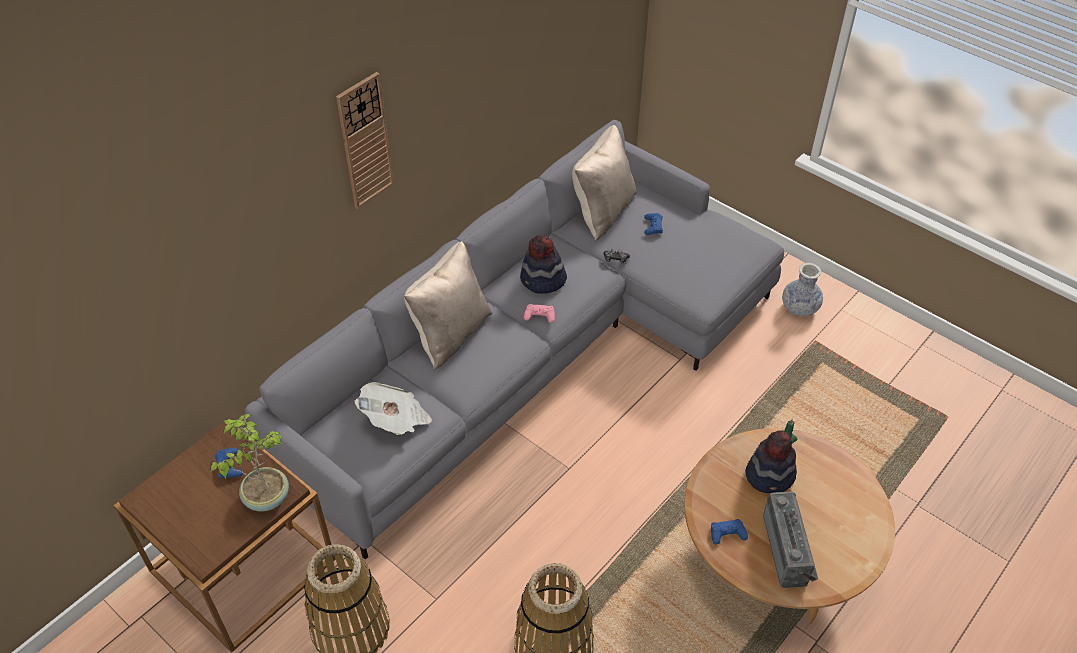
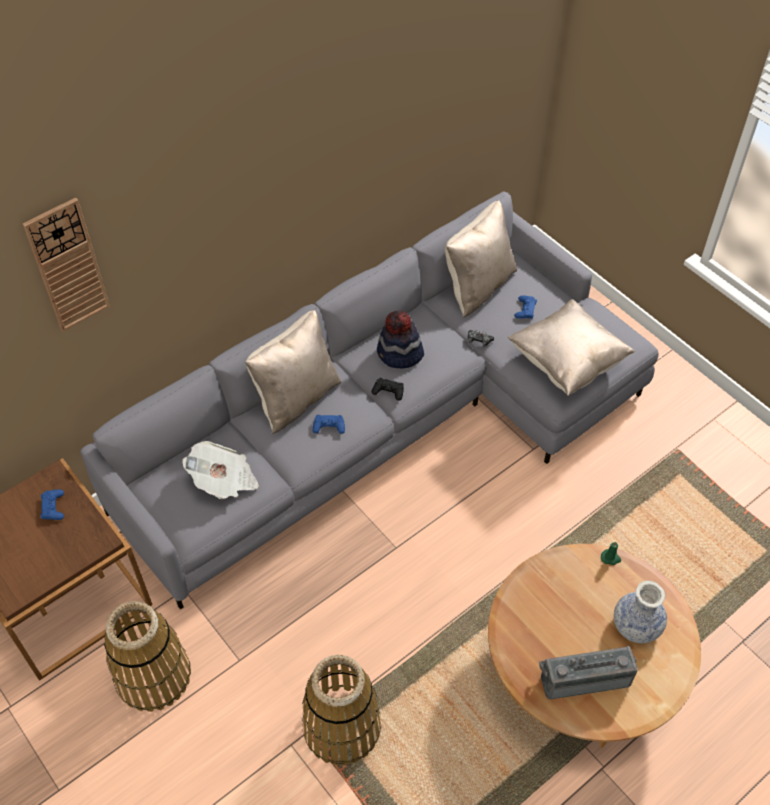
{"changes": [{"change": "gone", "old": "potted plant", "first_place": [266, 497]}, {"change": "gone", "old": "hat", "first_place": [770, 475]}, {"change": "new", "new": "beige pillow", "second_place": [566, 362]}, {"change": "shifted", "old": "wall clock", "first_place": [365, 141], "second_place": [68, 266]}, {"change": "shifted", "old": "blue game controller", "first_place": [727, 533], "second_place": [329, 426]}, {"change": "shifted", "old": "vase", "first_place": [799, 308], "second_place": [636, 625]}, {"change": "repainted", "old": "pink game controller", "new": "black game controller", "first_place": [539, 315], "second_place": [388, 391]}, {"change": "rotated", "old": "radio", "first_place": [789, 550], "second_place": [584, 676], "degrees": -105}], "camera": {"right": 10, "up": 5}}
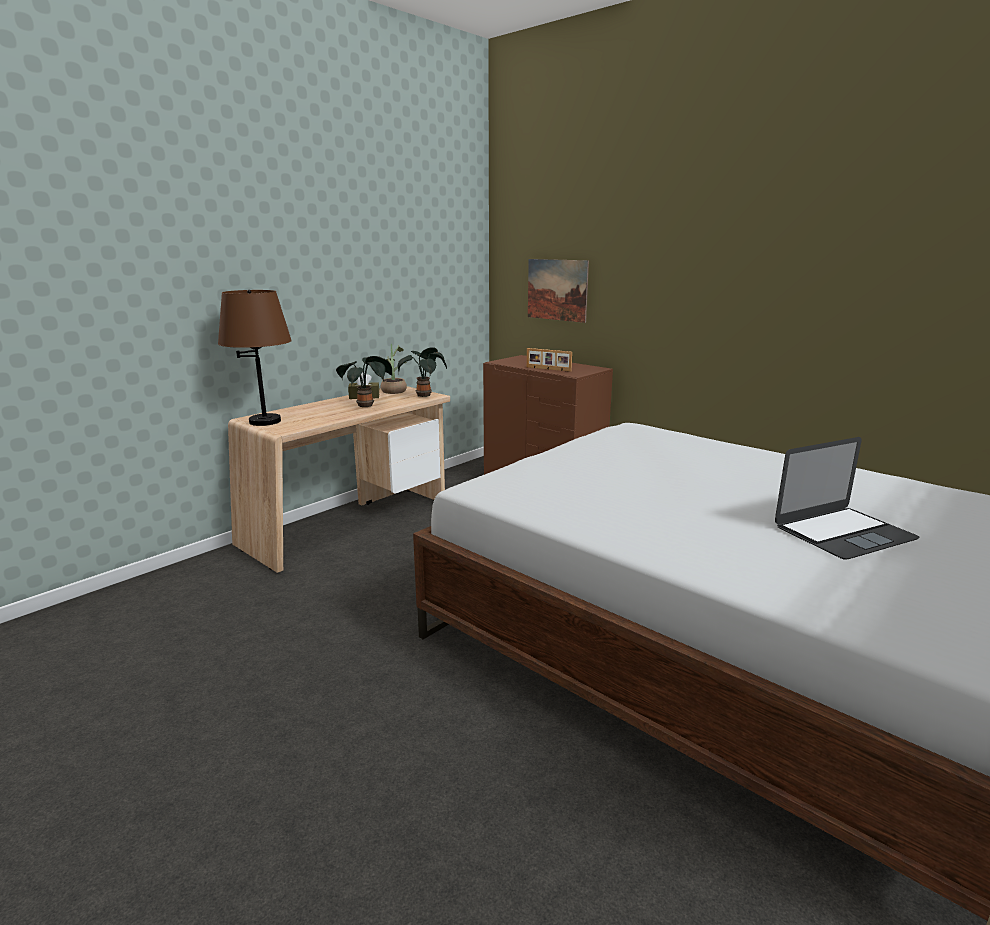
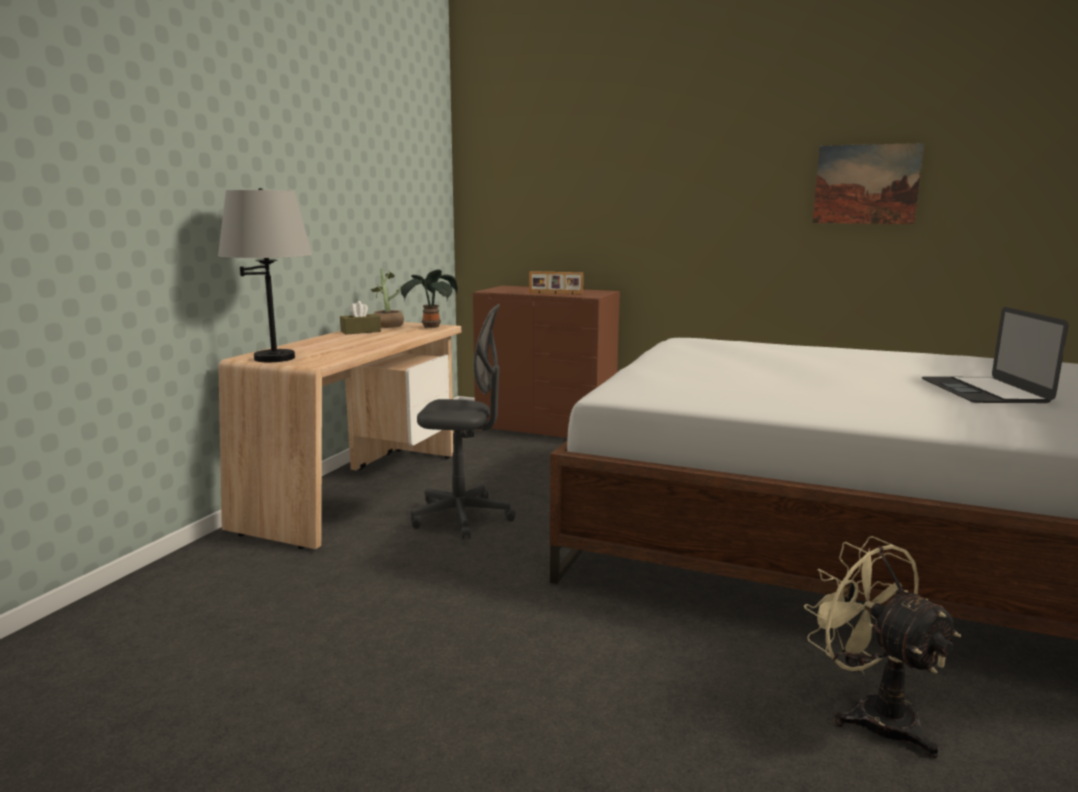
{"changes": [{"change": "gone", "old": "potted plant", "first_place": [367, 405]}, {"change": "new", "new": "grey office chair", "second_place": [462, 517]}, {"change": "new", "new": "beige fan", "second_place": [872, 714]}, {"change": "shifted", "old": "picture", "first_place": [557, 290], "second_place": [866, 184]}, {"change": "repainted", "old": "brown table lamp", "new": "grey table lamp", "first_place": [265, 421], "second_place": [275, 358]}, {"change": "rotated", "old": "laptop", "first_place": [844, 532], "second_place": [984, 391], "degrees": 135}], "camera": {"right": -20, "up": -5}}
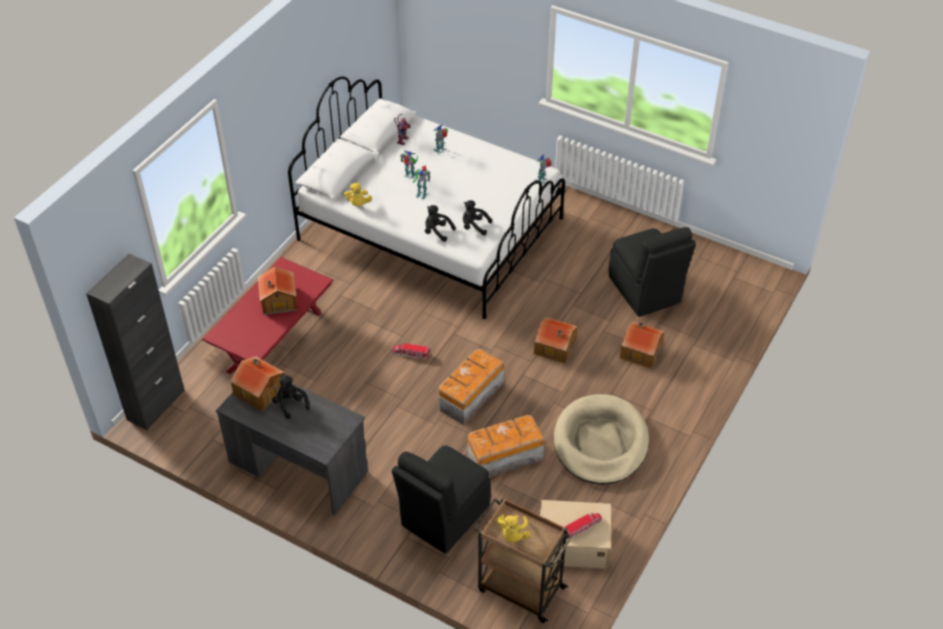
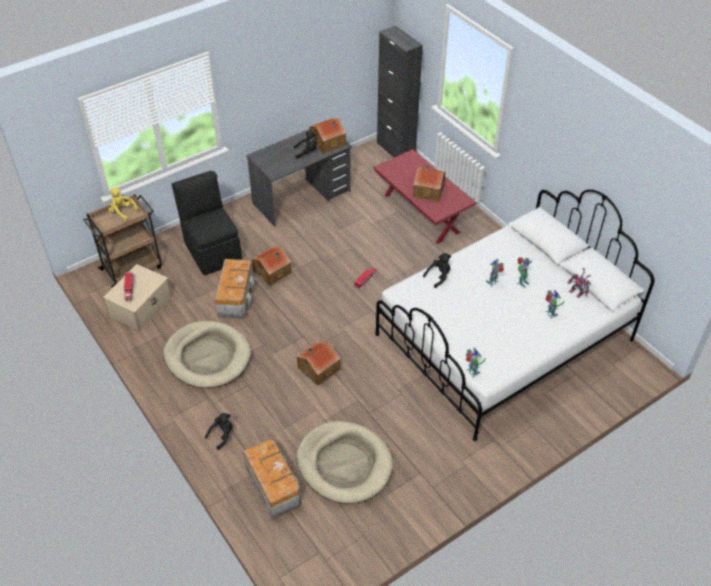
{"changes": [{"change": "gone", "old": "yellow plush toy", "first_place": [358, 203]}, {"change": "shifted", "old": "storage box", "first_place": [470, 397], "second_place": [273, 485]}, {"change": "shifted", "old": "black plush toy", "first_place": [474, 226], "second_place": [222, 435]}, {"change": "shifted", "old": "toy house", "first_place": [640, 351], "second_place": [273, 272]}, {"change": "swapped", "old": "black chair", "new": "beige dog bed", "first_place": [645, 291], "second_place": [344, 464]}], "camera": {"right": 115, "up": 0}}
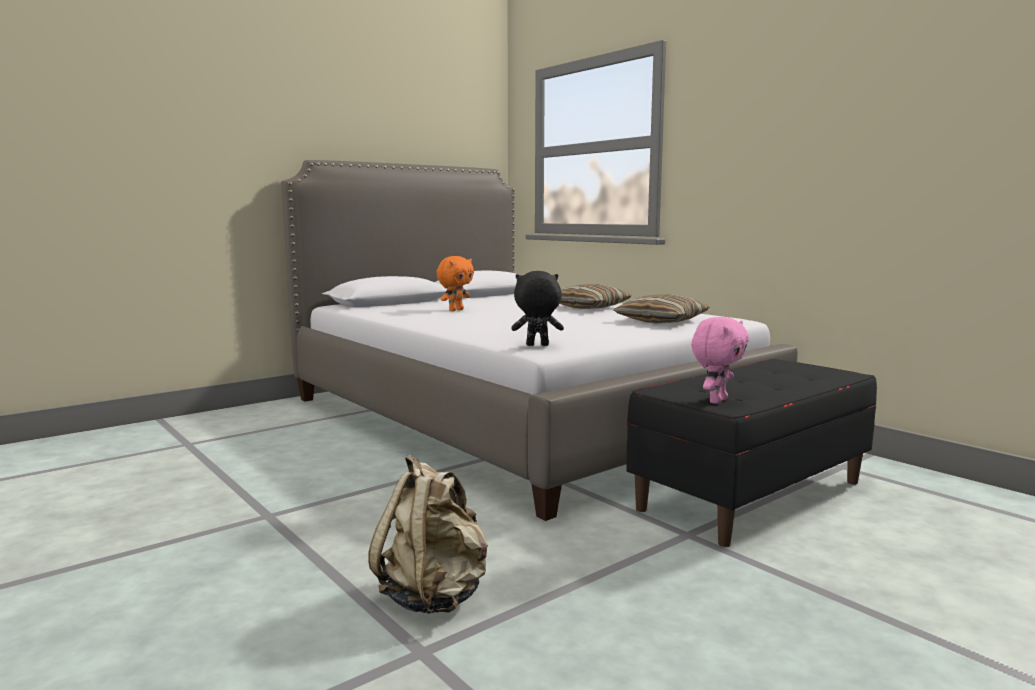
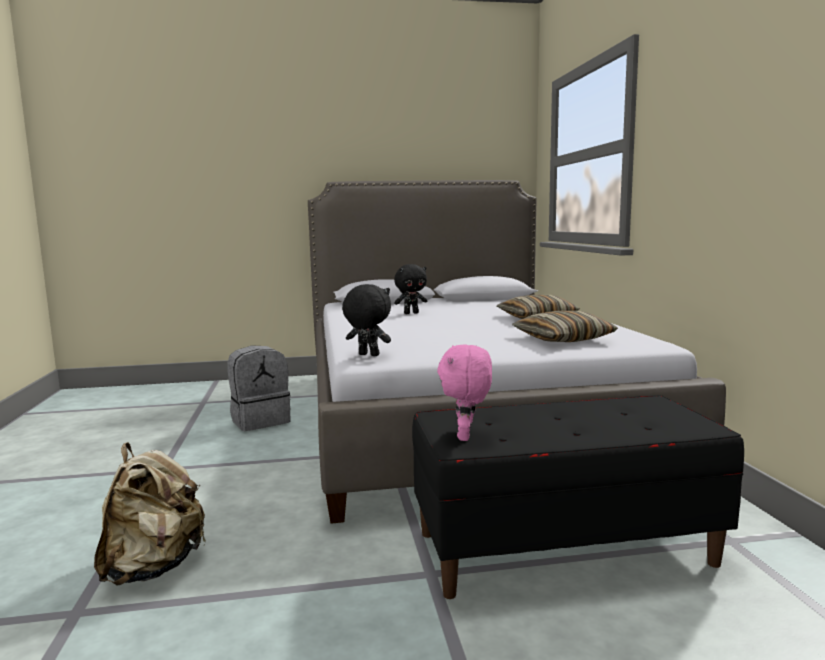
{"changes": [{"change": "new", "new": "grey backpack", "second_place": [260, 421]}, {"change": "repainted", "old": "orange plush toy", "new": "black plush toy", "first_place": [455, 310], "second_place": [411, 313]}, {"change": "rotated", "old": "pink plush toy", "first_place": [716, 401], "second_place": [466, 436], "degrees": 120}], "camera": {"right": 30, "up": 0}}
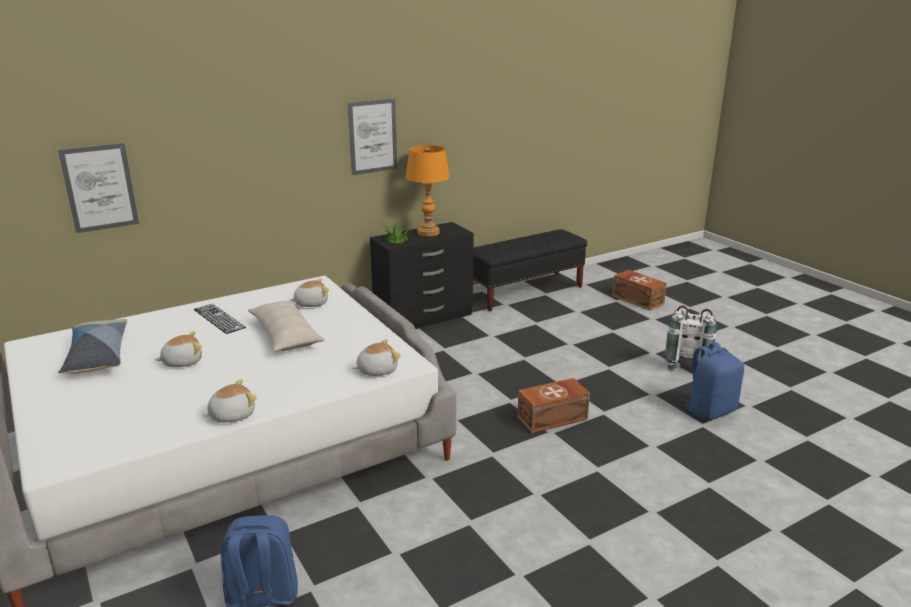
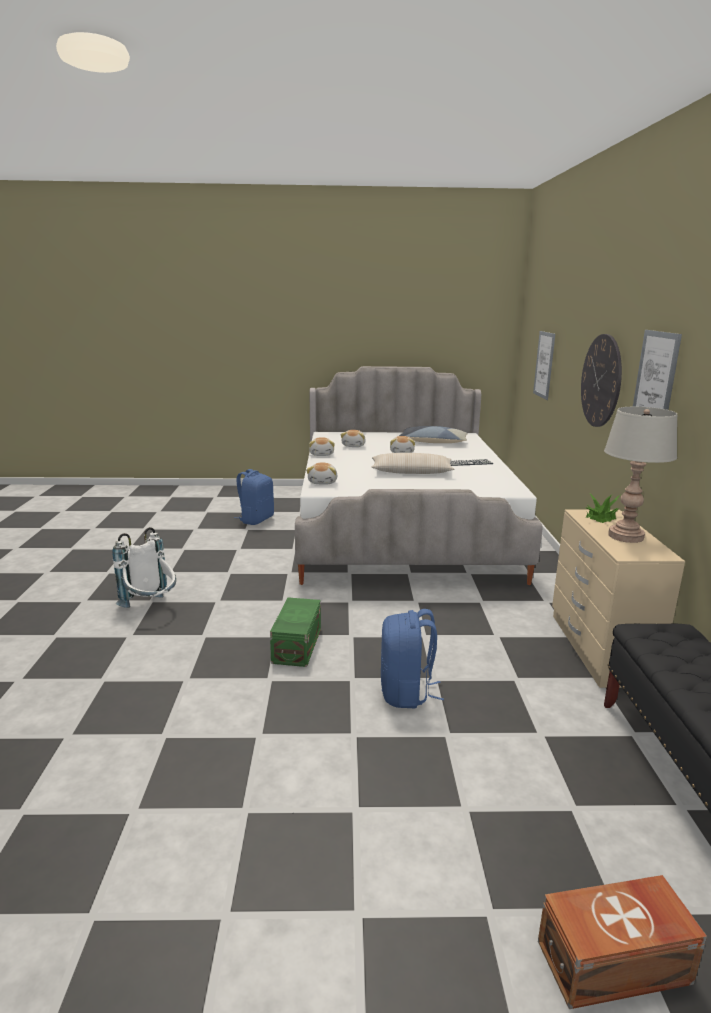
{"changes": [{"change": "new", "new": "wall clock", "second_place": [601, 381]}, {"change": "shifted", "old": "plush toy", "first_place": [311, 303], "second_place": [354, 446]}, {"change": "shifted", "old": "white backpack", "first_place": [687, 363], "second_place": [151, 608]}, {"change": "shifted", "old": "blue backpack", "first_place": [709, 410], "second_place": [406, 693]}, {"change": "repainted", "old": "black dresser", "new": "beige dresser", "first_place": [424, 318], "second_place": [599, 649]}, {"change": "repainted", "old": "orange table lamp", "new": "grey table lamp", "first_place": [428, 233], "second_place": [626, 536]}, {"change": "repainted", "old": "brown storage box", "new": "green storage box", "first_place": [553, 418], "second_place": [295, 646]}], "camera": {"right": 120, "up": -5}}
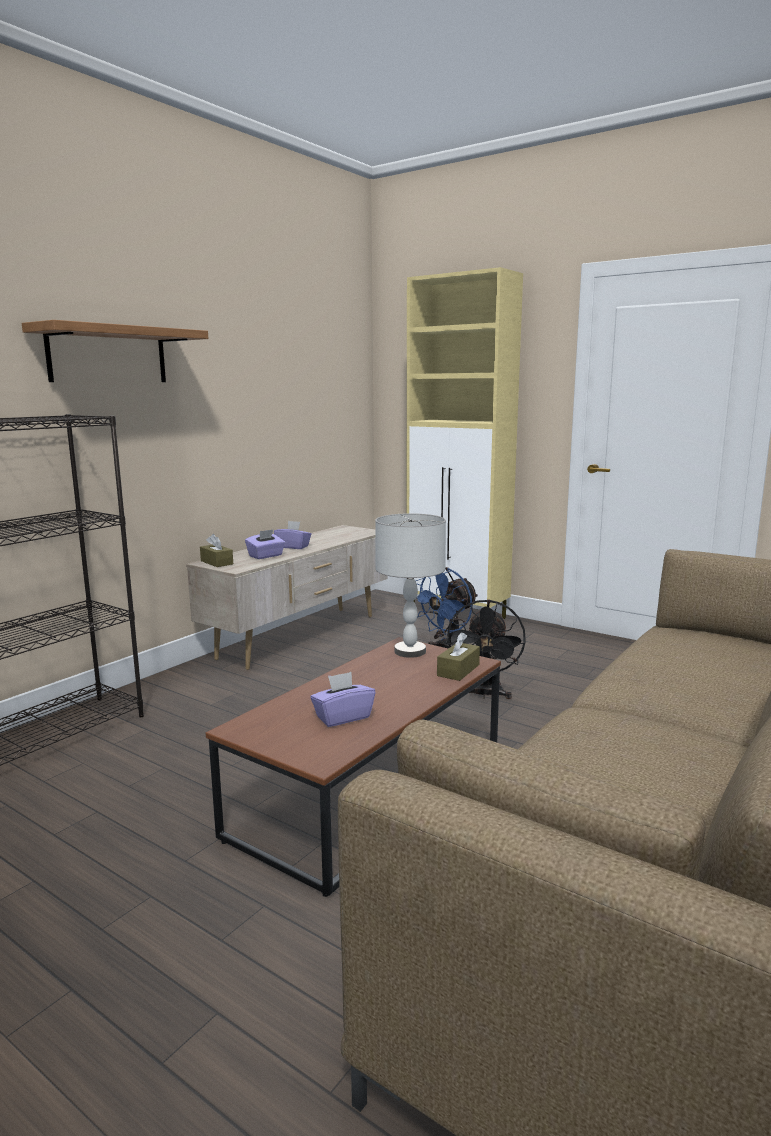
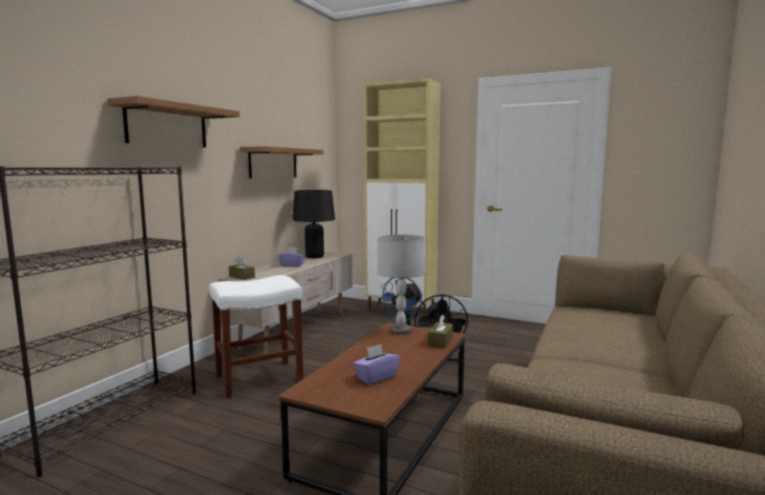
{"changes": [{"change": "gone", "old": "purple tissue box", "first_place": [266, 556]}, {"change": "new", "new": "white stool", "second_place": [258, 379]}, {"change": "new", "new": "shelf", "second_place": [273, 163]}, {"change": "new", "new": "black table lamp", "second_place": [314, 257]}], "camera": {"right": -10, "up": -5}}
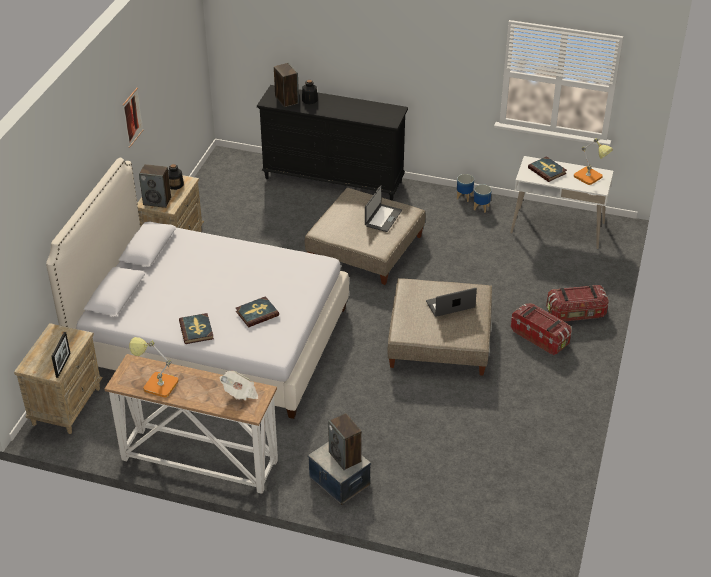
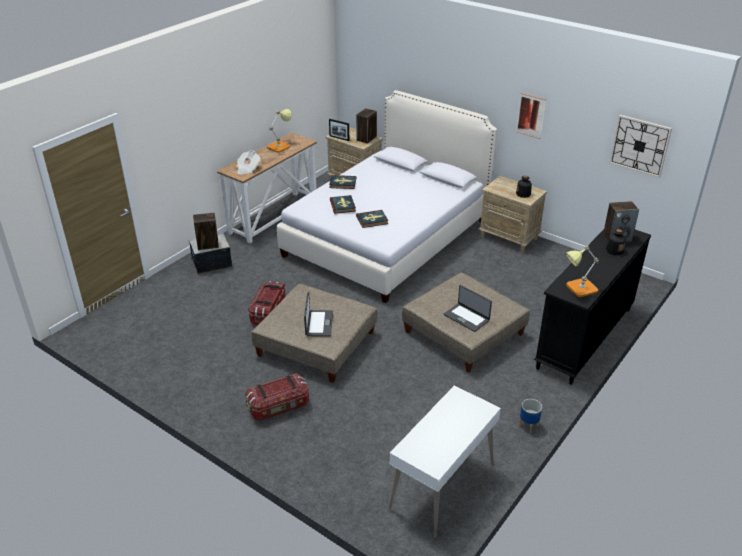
{"changes": [{"change": "gone", "old": "planter", "first_place": [481, 208]}, {"change": "new", "new": "wall clock", "second_place": [639, 145]}, {"change": "shifted", "old": "speaker", "first_place": [157, 201], "second_place": [366, 139]}, {"change": "shifted", "old": "book", "first_place": [547, 170], "second_place": [372, 220]}, {"change": "shifted", "old": "storage box", "first_place": [576, 314], "second_place": [268, 313]}, {"change": "shifted", "old": "table lamp", "first_place": [591, 178], "second_place": [578, 289]}], "camera": {"right": 110, "up": -5}}
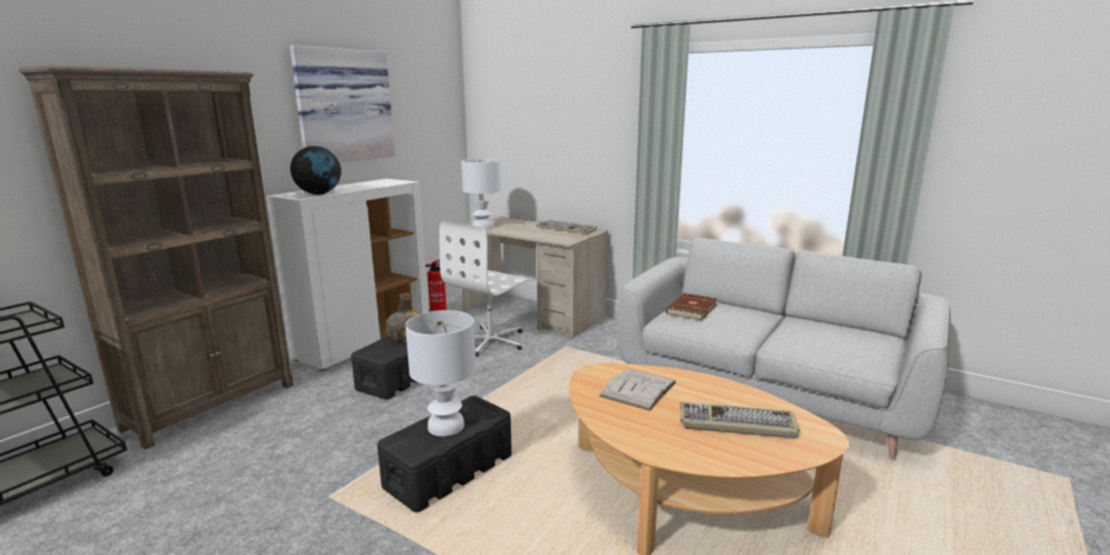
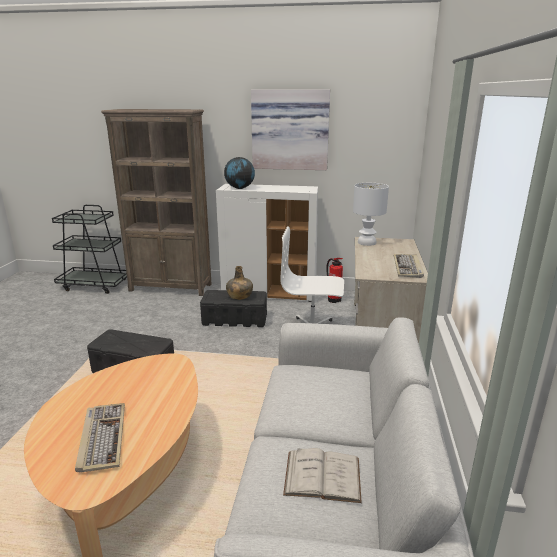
{"changes": [{"change": "gone", "old": "white table lamp", "first_place": [447, 426]}, {"change": "gone", "old": "brown book", "first_place": [690, 309]}, {"change": "shifted", "old": "white book", "first_place": [638, 389], "second_place": [322, 476]}], "camera": {"right": 65, "up": 5}}
